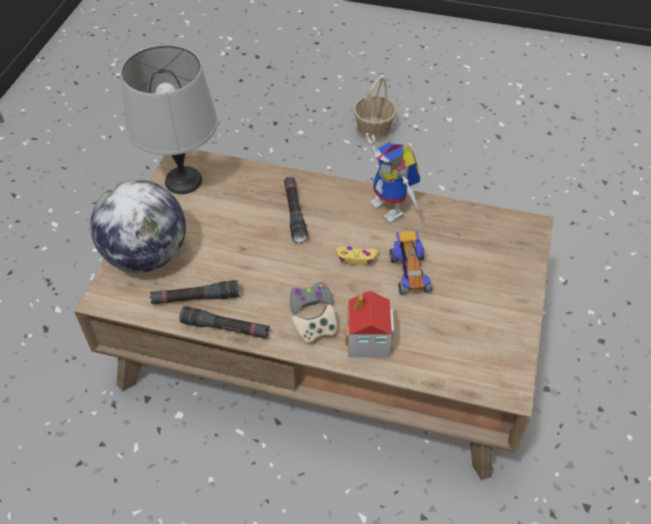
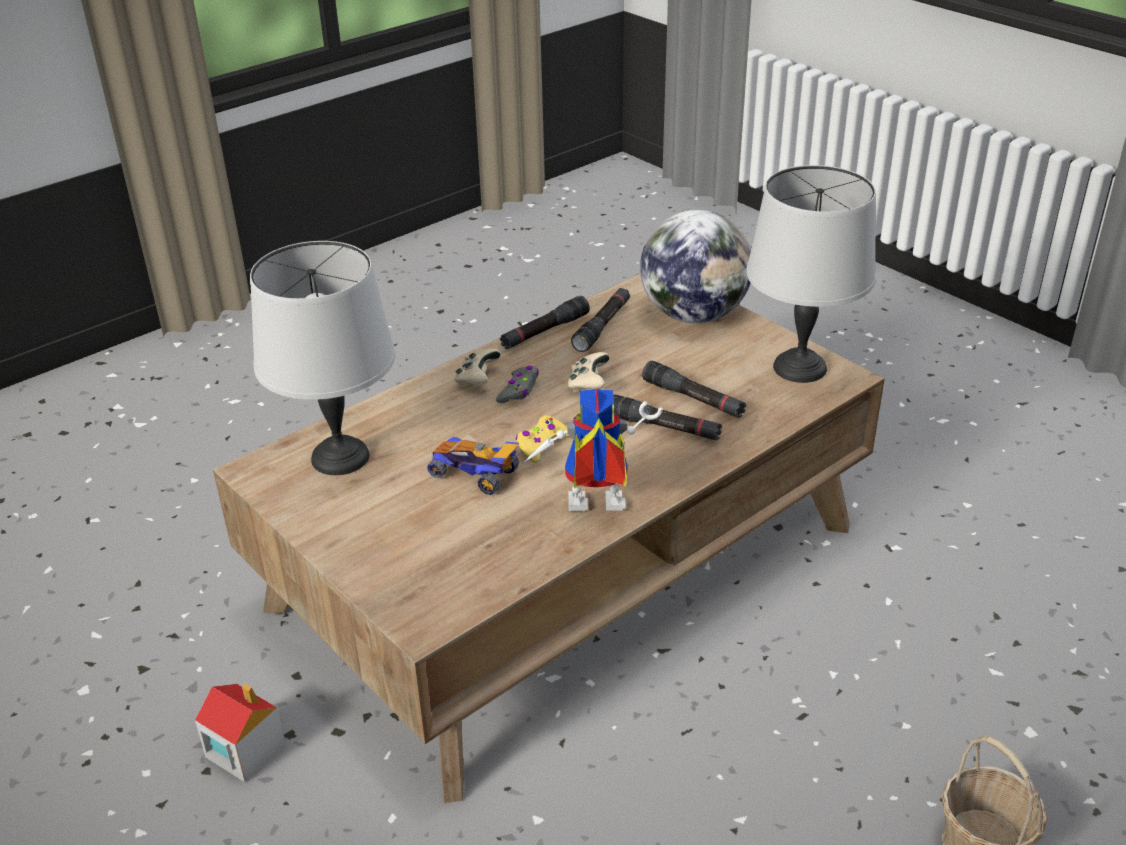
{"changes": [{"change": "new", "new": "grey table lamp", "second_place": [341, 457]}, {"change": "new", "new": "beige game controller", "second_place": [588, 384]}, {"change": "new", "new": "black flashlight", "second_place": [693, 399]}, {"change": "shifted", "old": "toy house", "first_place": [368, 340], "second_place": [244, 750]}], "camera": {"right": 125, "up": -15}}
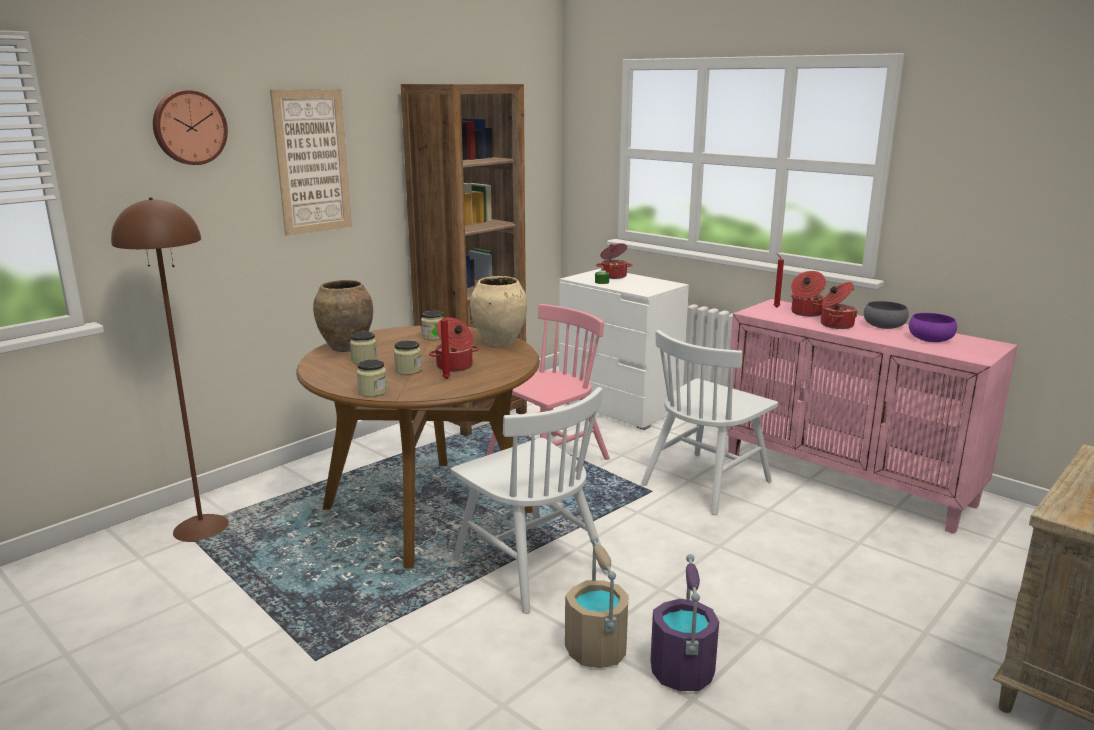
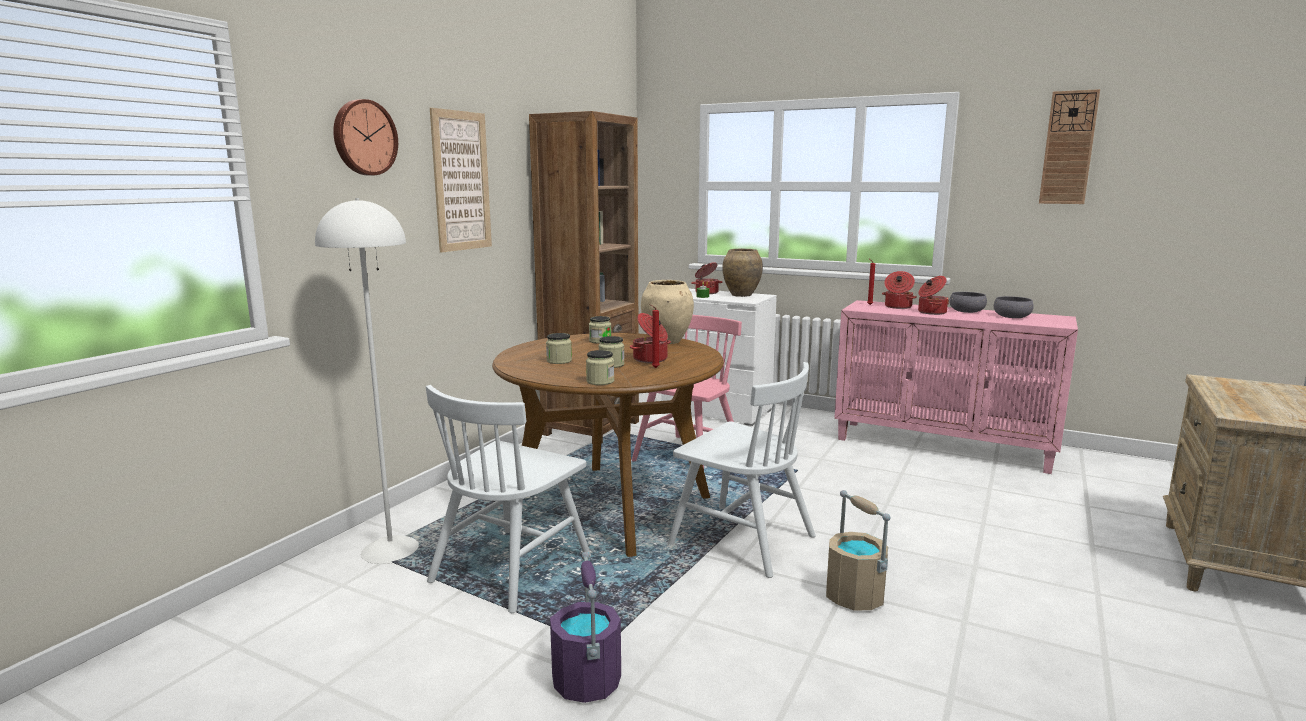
{"changes": [{"change": "new", "new": "wall clock", "second_place": [1068, 148]}, {"change": "shifted", "old": "brown vase", "first_place": [345, 348], "second_place": [741, 295]}, {"change": "shifted", "old": "white chair", "first_place": [706, 482], "second_place": [511, 568]}, {"change": "shifted", "old": "purple bucket", "first_place": [682, 672], "second_place": [587, 682]}, {"change": "repainted", "old": "brown floor lamp", "new": "white floor lamp", "first_place": [202, 527], "second_place": [391, 549]}, {"change": "repainted", "old": "purple bowl", "new": "grey bowl", "first_place": [930, 339], "second_place": [1012, 316]}], "camera": {"right": -15, "up": -5}}
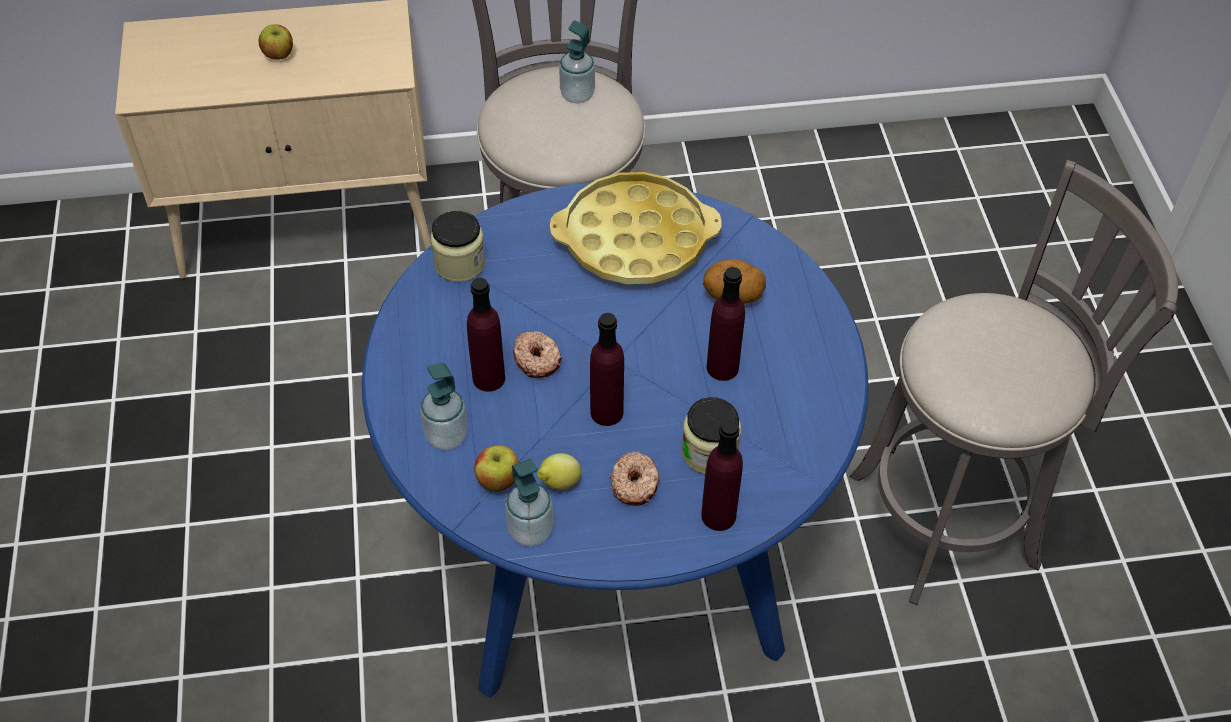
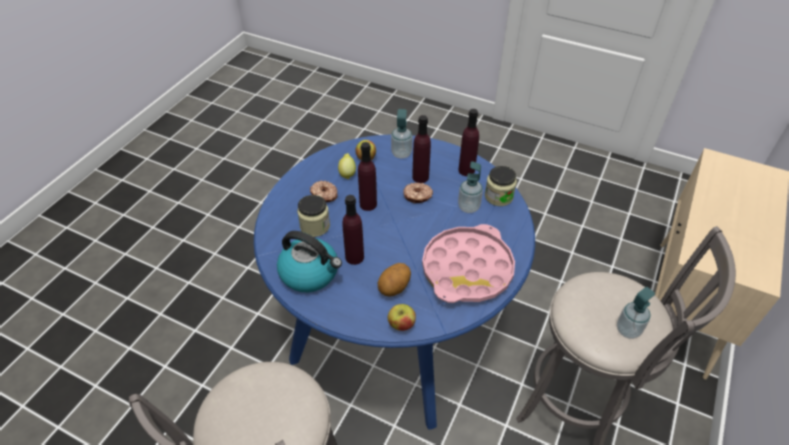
{"changes": [{"change": "new", "new": "kettle", "second_place": [310, 273]}, {"change": "shifted", "old": "apple", "first_place": [279, 55], "second_place": [401, 325]}, {"change": "shifted", "old": "soap dispenser", "first_place": [530, 530], "second_place": [468, 207]}, {"change": "shifted", "old": "purple bottle", "first_place": [718, 515], "second_place": [466, 170]}, {"change": "repainted", "old": "yellow tray", "new": "pink tray", "first_place": [635, 238], "second_place": [467, 269]}], "camera": {"right": 125, "up": -5}}
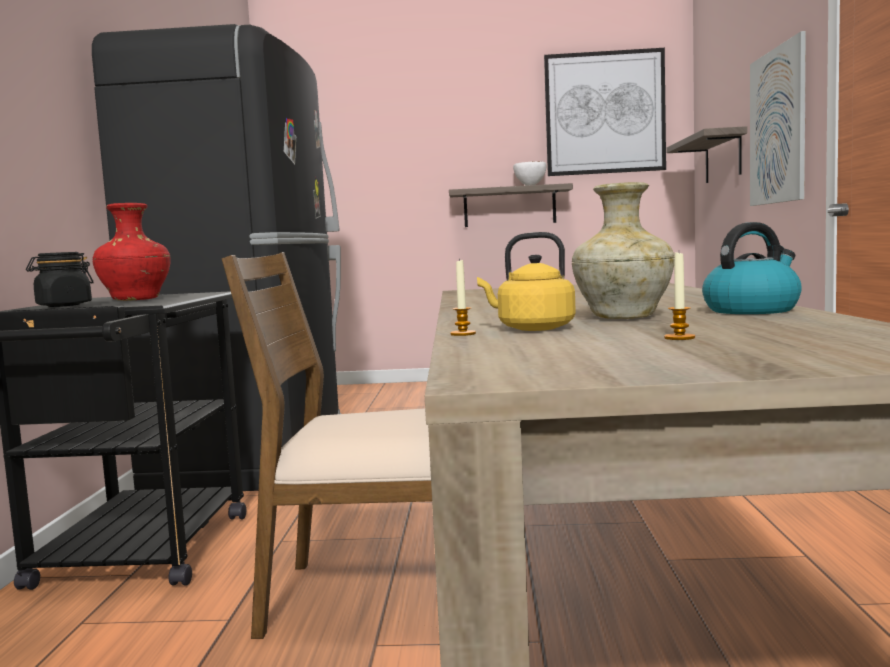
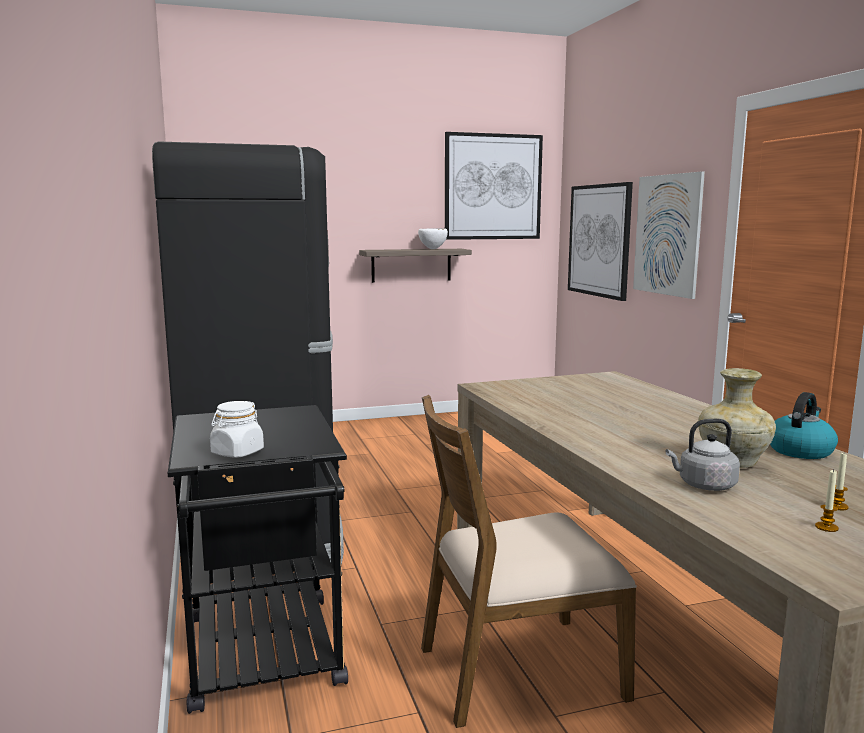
{"changes": [{"change": "gone", "old": "red vase", "first_place": [136, 300]}, {"change": "shifted", "old": "candle", "first_place": [463, 334], "second_place": [826, 527]}, {"change": "swapped", "old": "shelf", "new": "picture", "first_place": [723, 157], "second_place": [599, 240]}, {"change": "repainted", "old": "black jar", "new": "white jar", "first_place": [63, 305], "second_place": [237, 452]}, {"change": "repainted", "old": "yellow kettle", "new": "grey kettle", "first_place": [531, 328], "second_place": [704, 485]}], "camera": {"right": -20, "up": 5}}
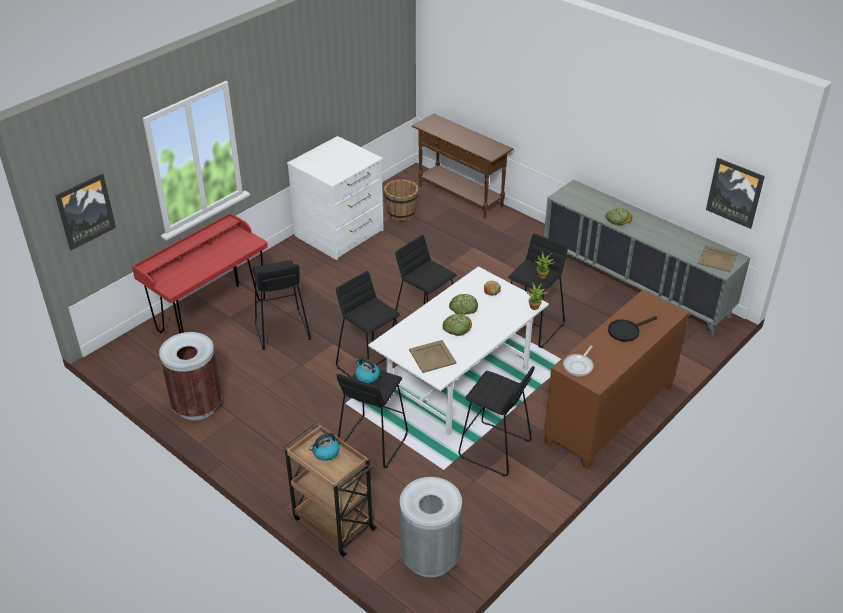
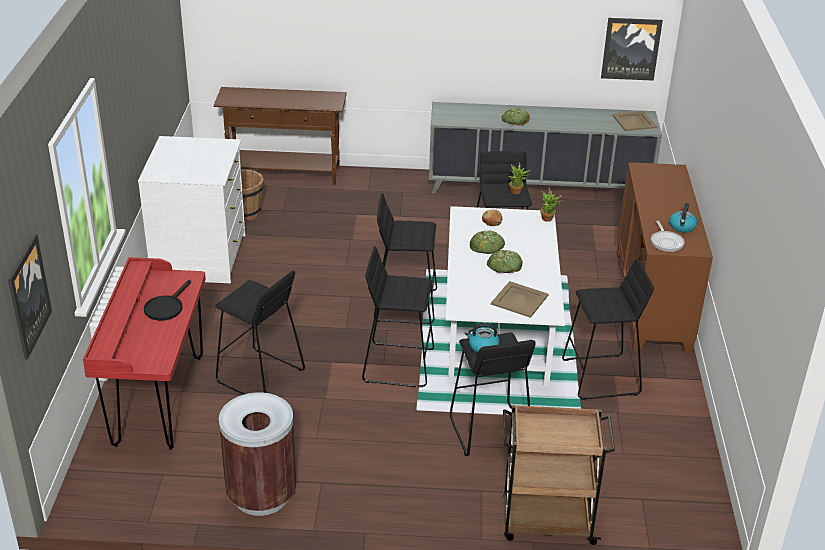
{"changes": [{"change": "gone", "old": "grey trash can", "first_place": [430, 557]}, {"change": "shifted", "old": "kettle", "first_place": [325, 453], "second_place": [682, 227]}, {"change": "shifted", "old": "black frying pan", "first_place": [627, 330], "second_place": [166, 307]}], "camera": {"right": -40, "up": -5}}
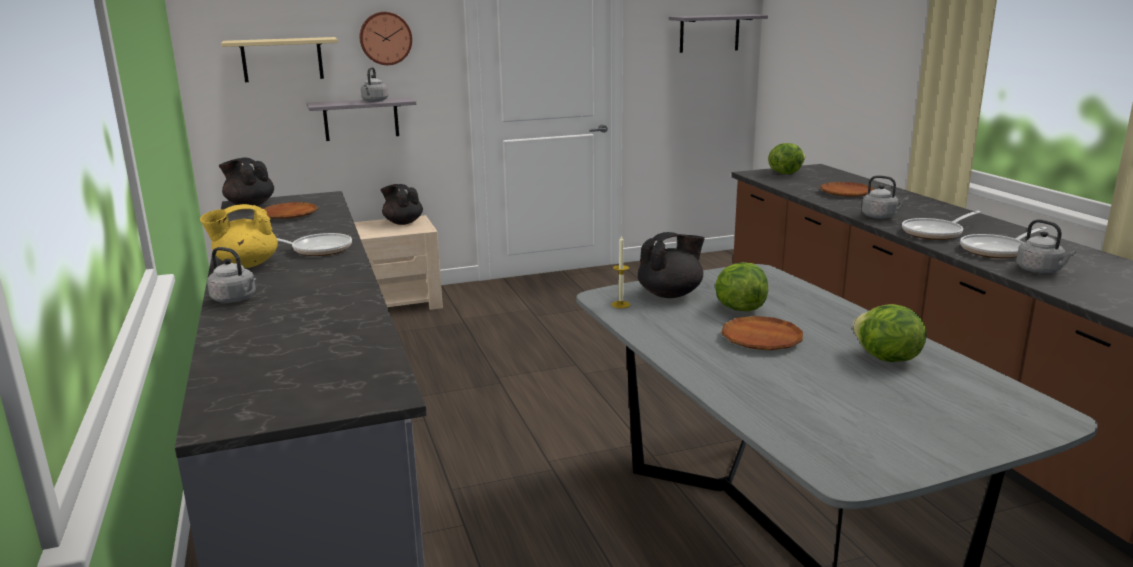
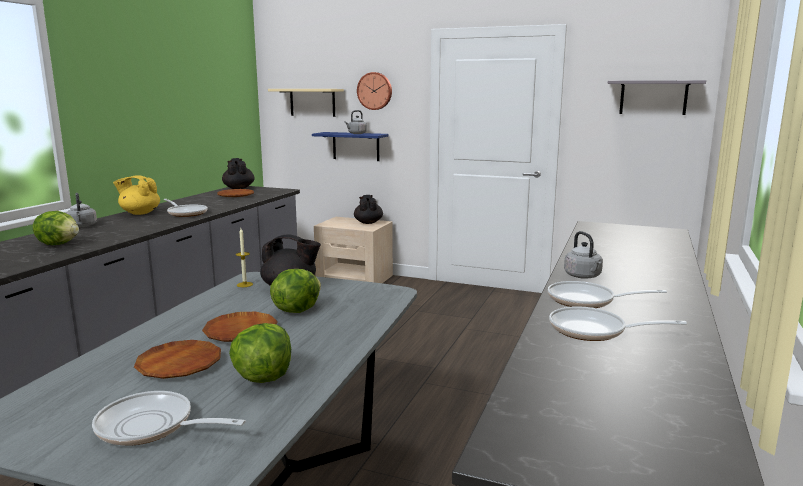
{"changes": [{"change": "gone", "old": "grey kettle", "first_place": [1040, 271]}, {"change": "new", "new": "frying pan", "second_place": [152, 427]}, {"change": "shifted", "old": "lettuce", "first_place": [785, 173], "second_place": [59, 244]}, {"change": "shifted", "old": "brown plate", "first_place": [846, 193], "second_place": [179, 365]}, {"change": "repainted", "old": "grey shelf", "new": "blue shelf", "first_place": [361, 119], "second_place": [356, 146]}], "camera": {"right": 40, "up": -5}}
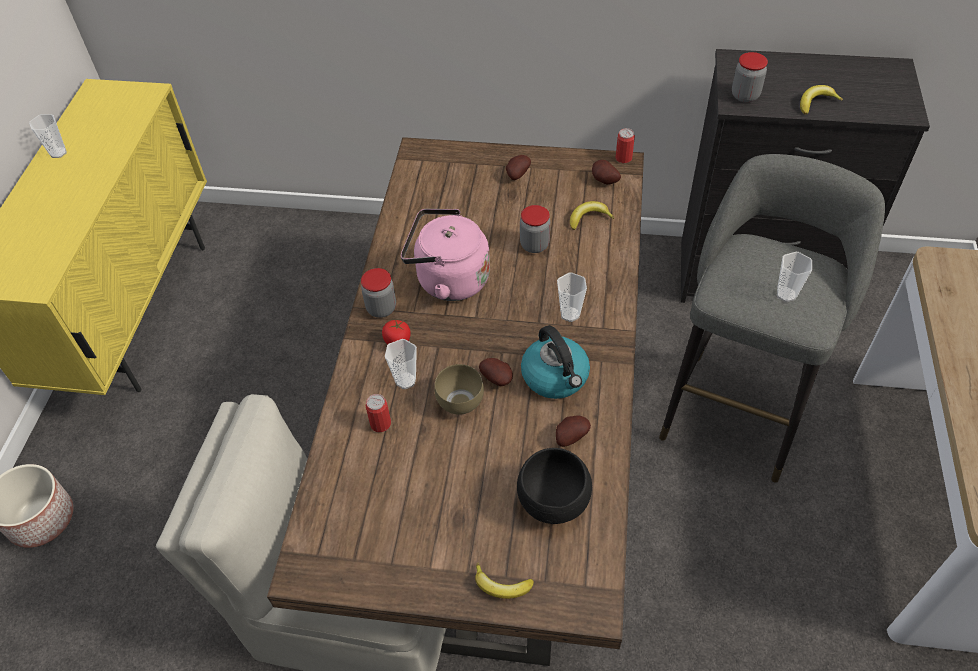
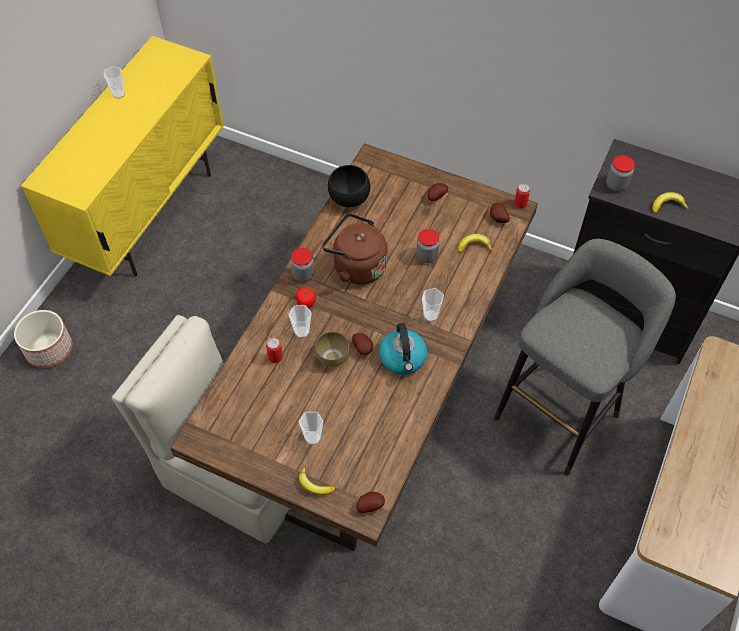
{"changes": [{"change": "shifted", "old": "black bowl", "first_place": [555, 503], "second_place": [350, 199]}, {"change": "shifted", "old": "potato", "first_place": [570, 436], "second_place": [370, 505]}, {"change": "shifted", "old": "cup", "first_place": [786, 294], "second_place": [312, 438]}, {"change": "repainted", "old": "pink kettle", "new": "brown kettle", "first_place": [448, 280], "second_place": [356, 266]}], "camera": {"right": 15, "up": 5}}
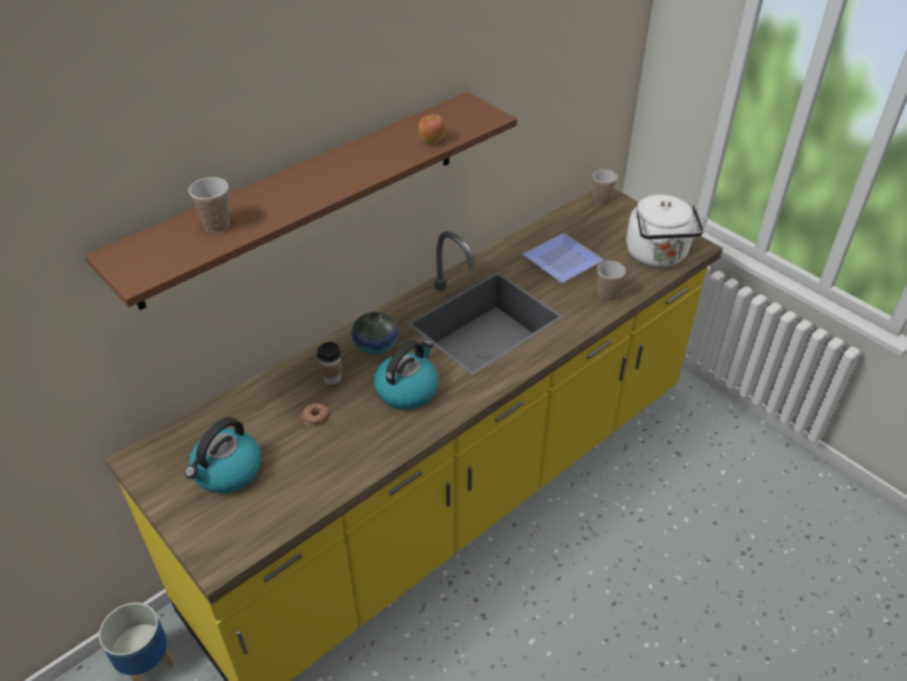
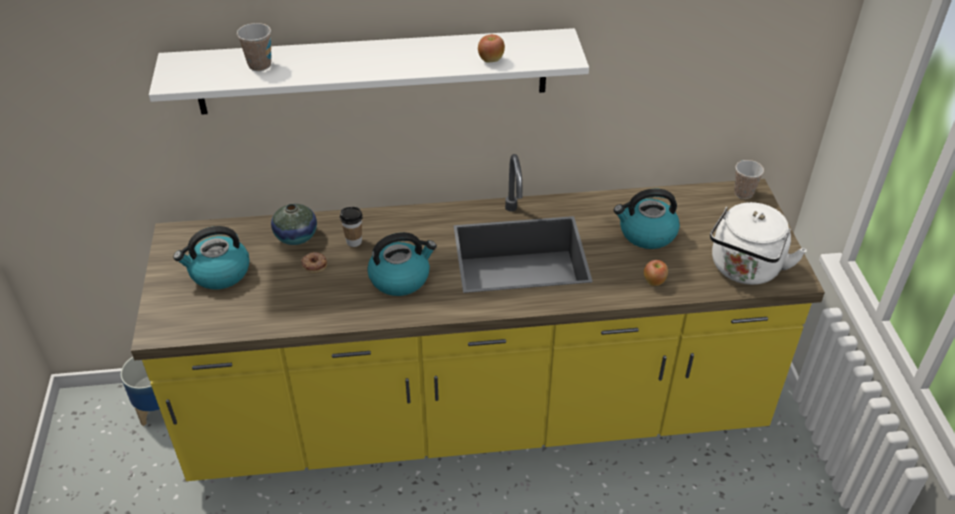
{"changes": [{"change": "shifted", "old": "vase", "first_place": [376, 345], "second_place": [296, 236]}, {"change": "swapped", "old": "plate", "new": "kettle", "first_place": [565, 260], "second_place": [646, 234]}, {"change": "swapped", "old": "cup", "new": "apple", "first_place": [607, 294], "second_place": [654, 281]}, {"change": "repainted", "old": "brown shelf", "new": "white shelf", "first_place": [304, 196], "second_place": [373, 71]}], "camera": {"right": 35, "up": 0}}
